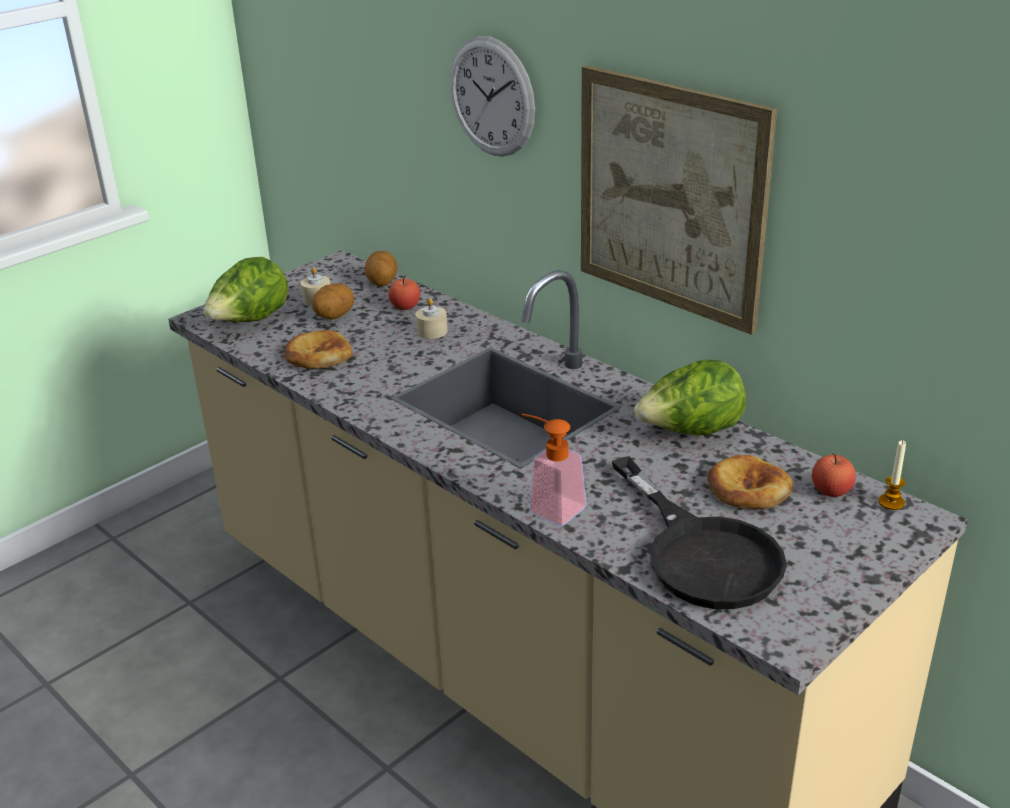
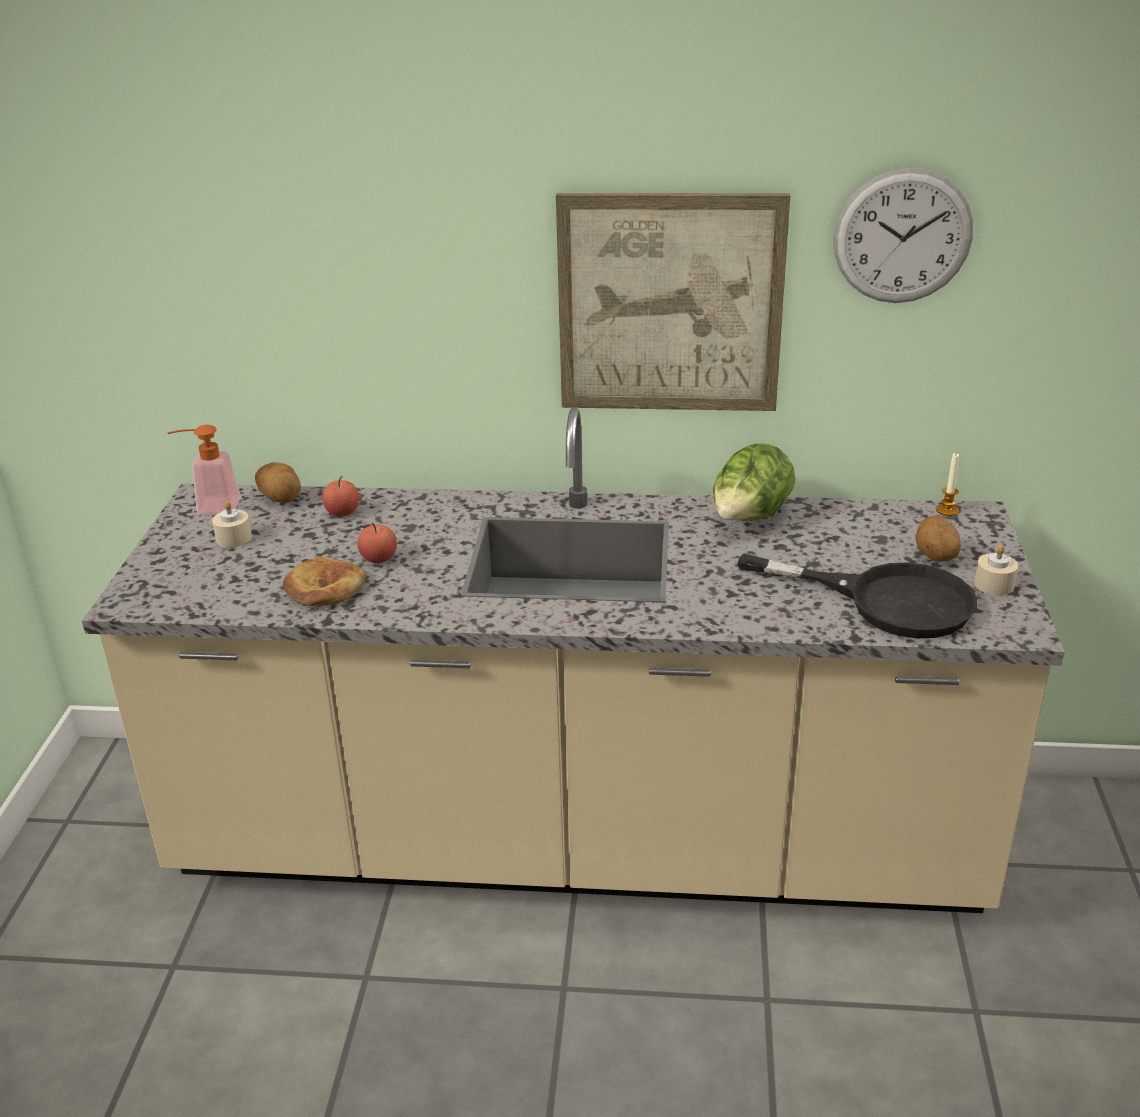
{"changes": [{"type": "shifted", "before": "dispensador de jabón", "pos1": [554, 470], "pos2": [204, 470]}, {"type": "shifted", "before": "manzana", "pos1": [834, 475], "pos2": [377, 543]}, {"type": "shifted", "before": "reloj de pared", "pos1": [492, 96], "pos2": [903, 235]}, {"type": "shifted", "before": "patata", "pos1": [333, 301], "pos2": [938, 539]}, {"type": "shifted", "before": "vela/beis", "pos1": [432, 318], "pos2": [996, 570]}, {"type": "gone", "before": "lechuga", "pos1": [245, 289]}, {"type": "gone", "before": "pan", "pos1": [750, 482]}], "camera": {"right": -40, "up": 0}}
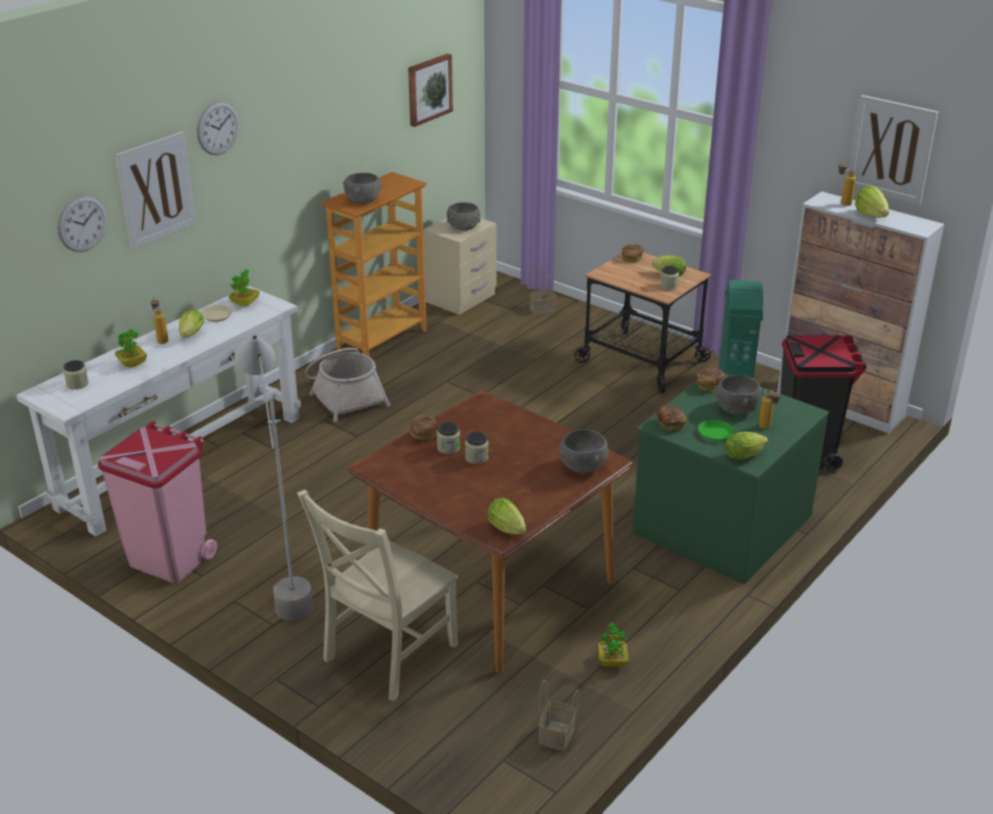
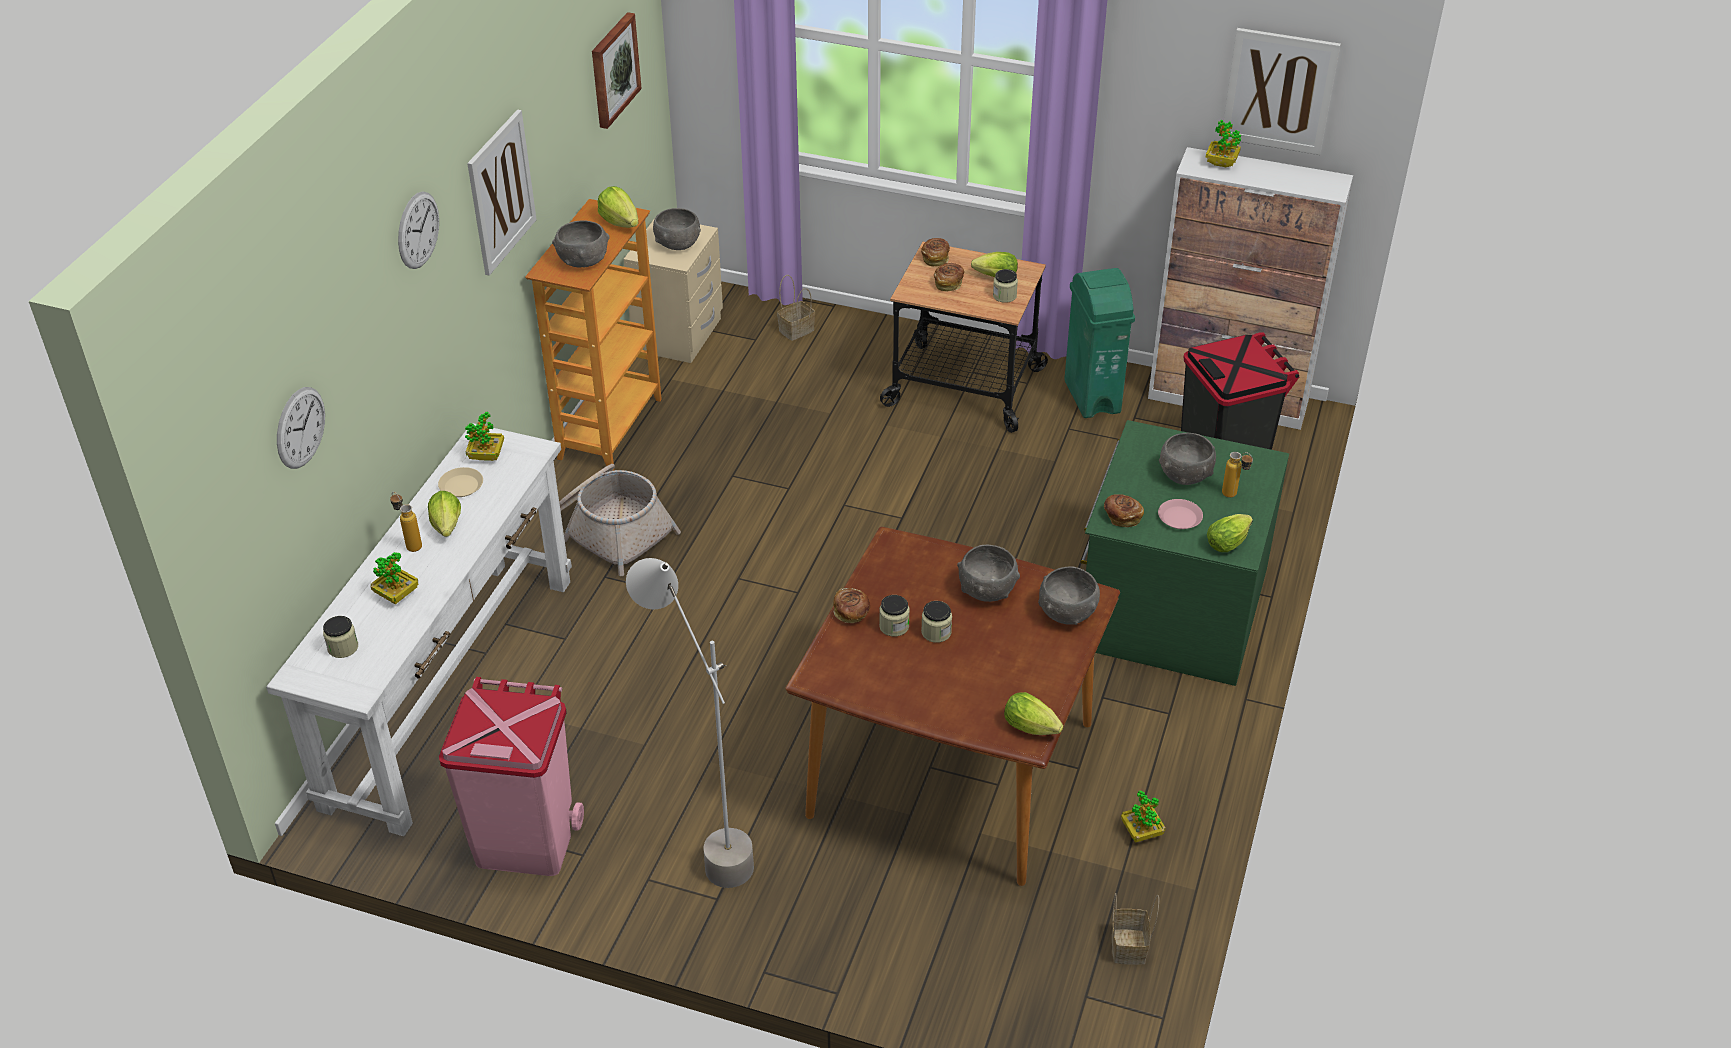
{"changes": [{"type": "shifted", "before": "cuadro", "pos1": [156, 190], "pos2": [502, 192]}, {"type": "shifted", "before": "lechuga", "pos1": [872, 202], "pos2": [618, 207]}, {"type": "shifted", "before": "pan", "pos1": [711, 379], "pos2": [949, 277]}, {"type": "new", "after": "cuenco/gris", "pos2": [988, 573]}, {"type": "repainted", "before": "plato/verde", "after": "plato/rosa", "pos1": [716, 430], "pos2": [1180, 514]}, {"type": "swapped", "before": "botella", "after": "planta en maceta", "pos1": [847, 183], "pos2": [1223, 144]}, {"type": "gone", "before": "silla/beis", "pos1": [377, 595]}], "camera": {"right": -20, "up": 10}}
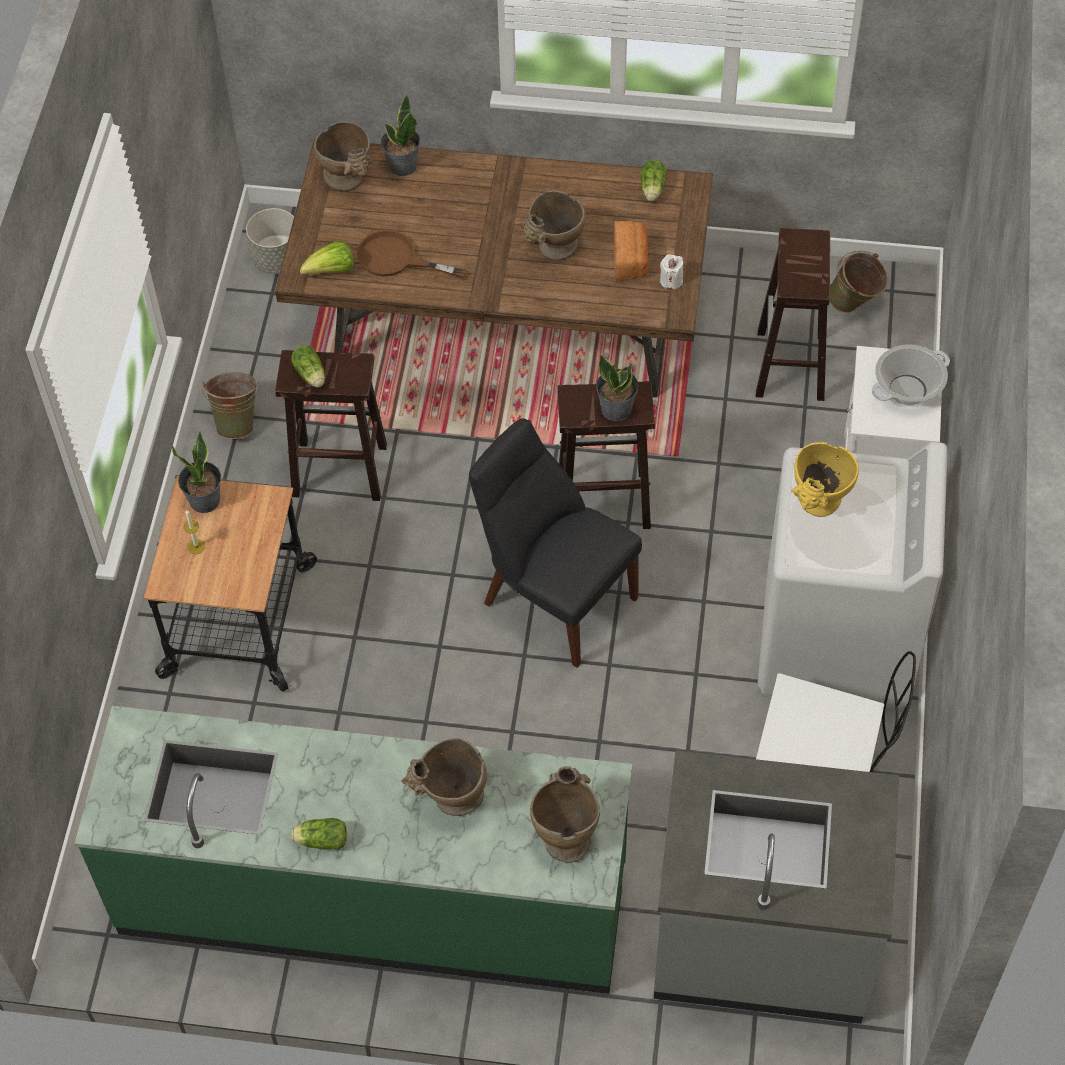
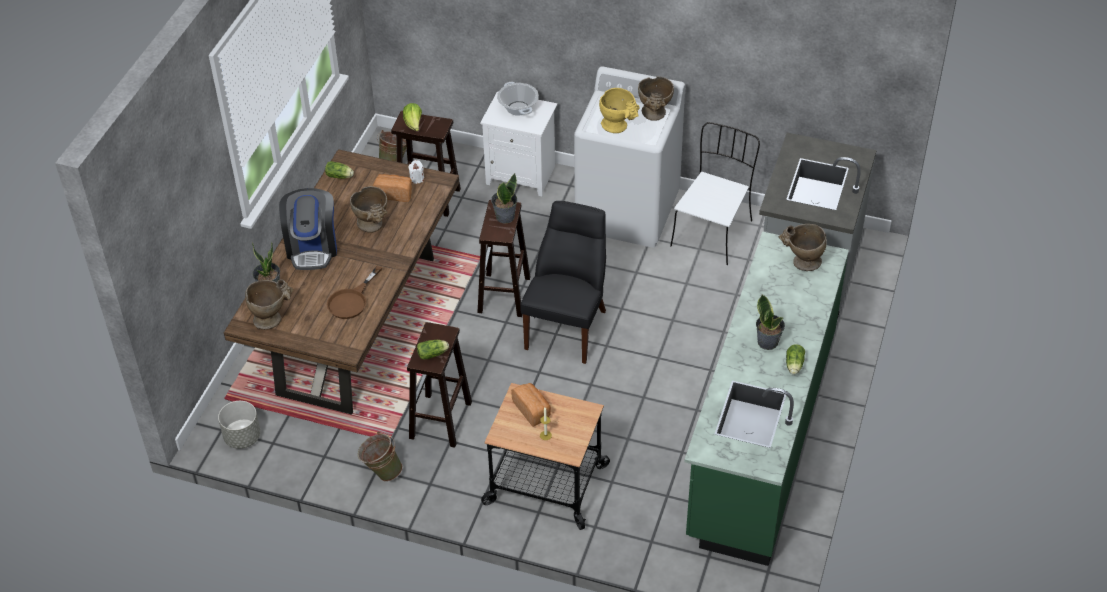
{"changes": [{"type": "new", "after": "cafetera", "pos2": [308, 229]}, {"type": "shifted", "before": "lechuga", "pos1": [327, 258], "pos2": [412, 117]}, {"type": "new", "after": "pan", "pos2": [531, 405]}, {"type": "rotated", "before": "silla/negro", "pos1": [555, 543], "pos2": [563, 282], "turn": 150}, {"type": "shifted", "before": "florero/beis", "pos1": [444, 777], "pos2": [656, 98]}, {"type": "shifted", "before": "planta en maceta", "pos1": [196, 472], "pos2": [770, 322]}], "camera": {"right": -80, "up": -10}}
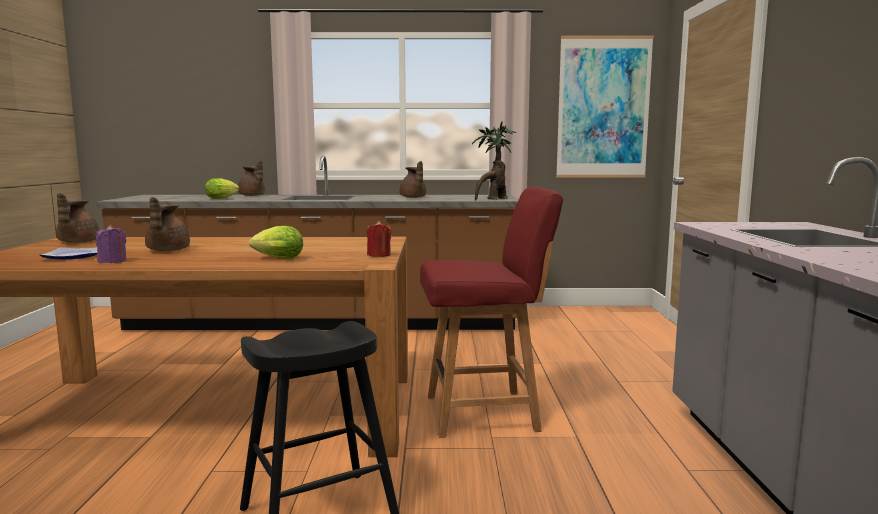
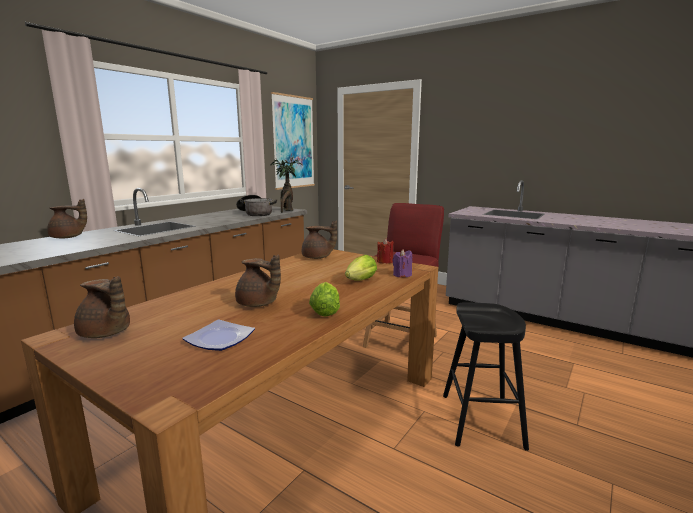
{"changes": [{"type": "new", "after": "olla", "pos2": [256, 205]}, {"type": "shifted", "before": "tetera/marrón", "pos1": [412, 179], "pos2": [319, 239]}, {"type": "shifted", "before": "lechuga", "pos1": [222, 188], "pos2": [324, 299]}, {"type": "shifted", "before": "vela/morado", "pos1": [111, 244], "pos2": [402, 263]}], "camera": {"right": -55, "up": 5}}
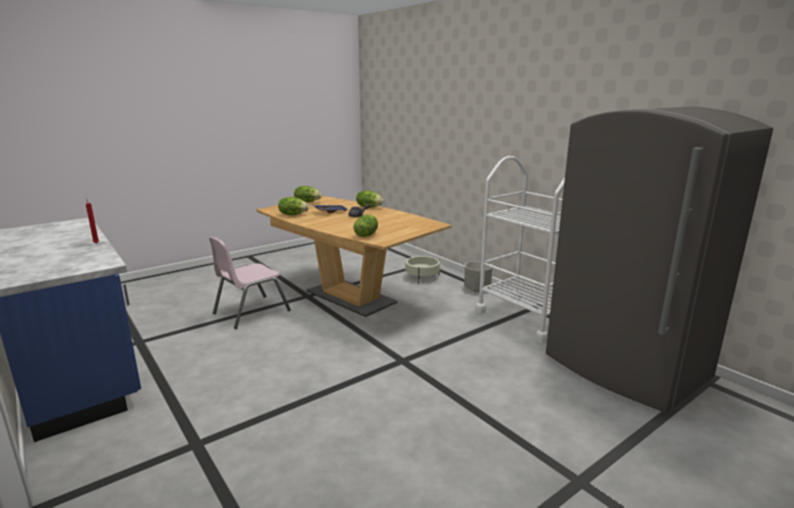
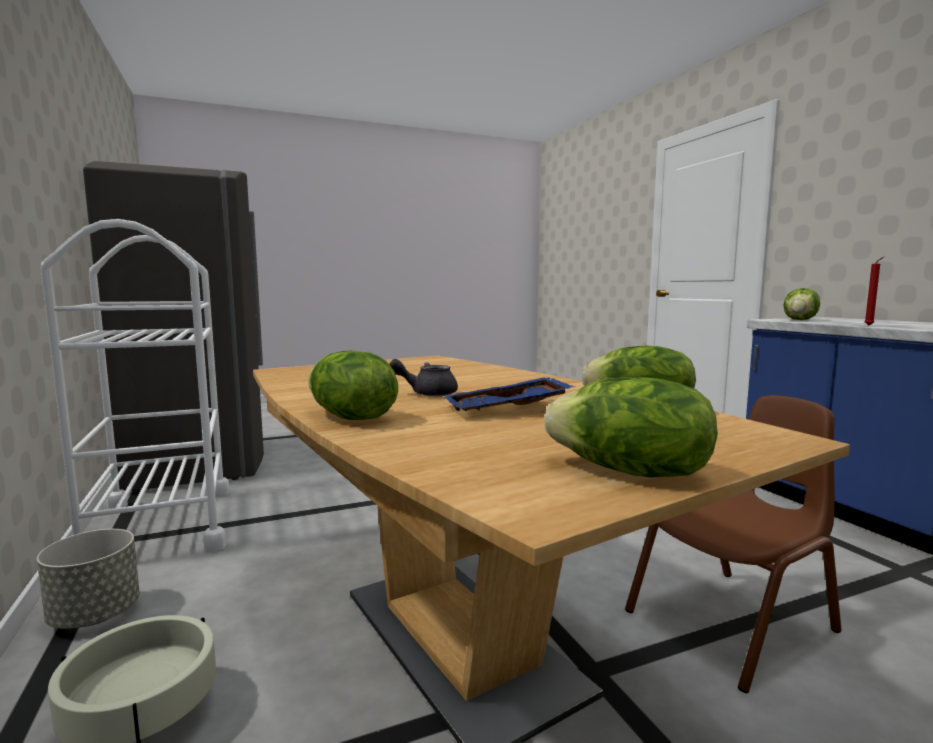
{"changes": [{"type": "repainted", "before": "silla/rosa", "after": "silla/marrón", "pos1": [250, 283], "pos2": [733, 544]}, {"type": "shifted", "before": "lechuga", "pos1": [366, 226], "pos2": [802, 304]}], "camera": {"right": -165, "up": -10}}
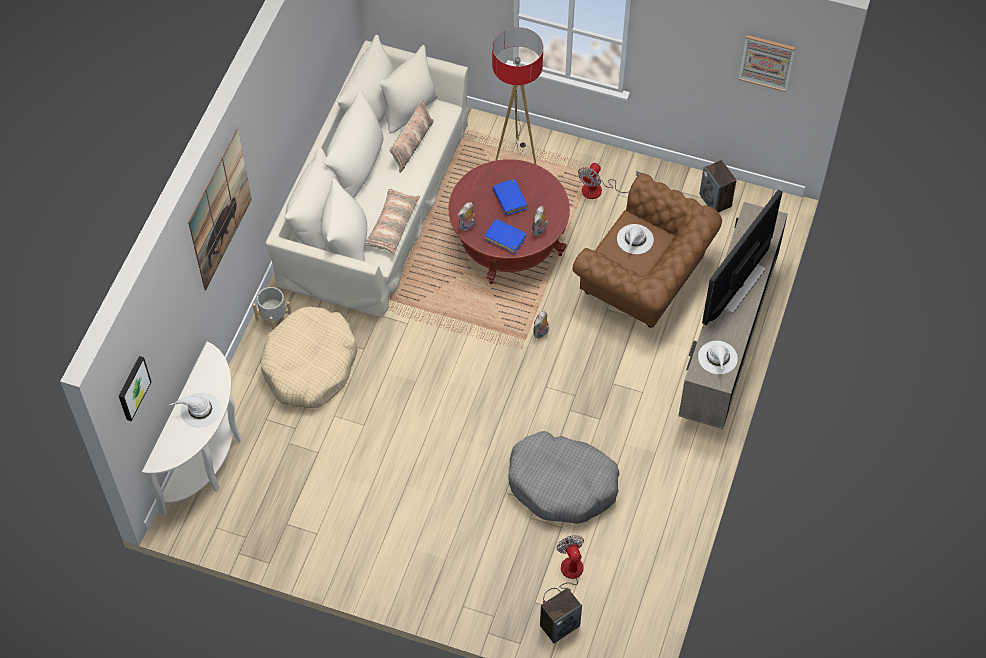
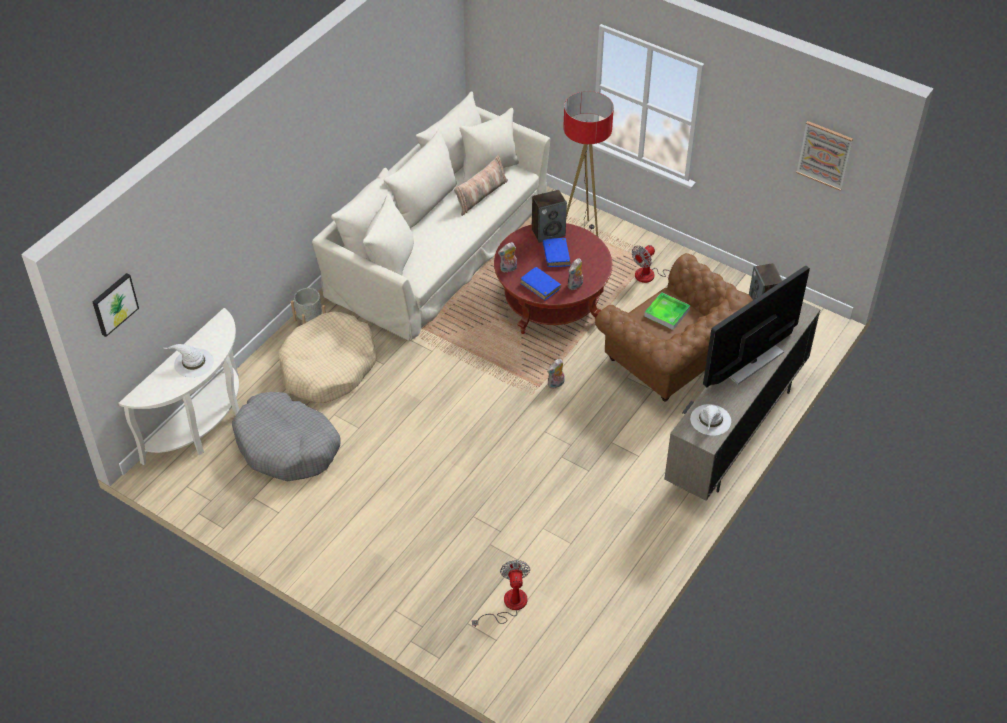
{"changes": [{"type": "shifted", "before": "cama para perro/gris", "pos1": [564, 477], "pos2": [286, 436]}, {"type": "shifted", "before": "altavoz", "pos1": [561, 616], "pos2": [549, 216]}, {"type": "swapped", "before": "sombrero/blanco", "after": "bandeja", "pos1": [635, 239], "pos2": [667, 311]}, {"type": "gone", "before": "cuadro", "pos1": [220, 209]}, {"type": "gone", "before": "cojín", "pos1": [392, 222]}], "camera": {"right": 15, "up": -10}}
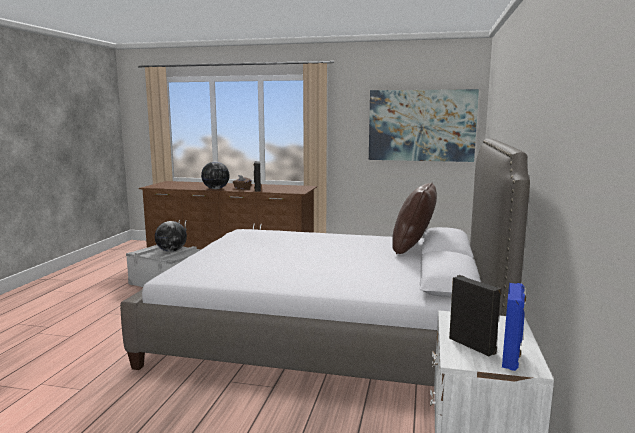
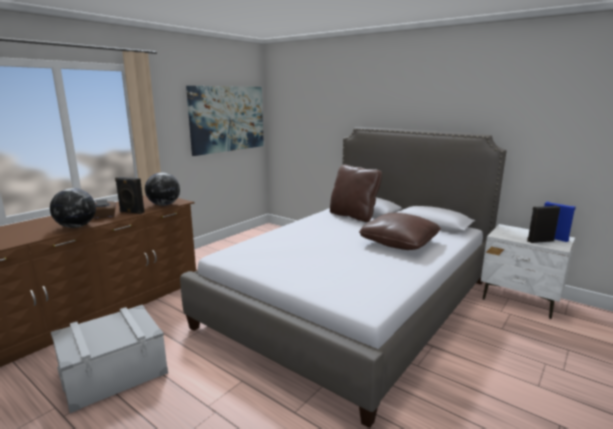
{"changes": [{"type": "shifted", "before": "globo terráqueo", "pos1": [171, 236], "pos2": [162, 189]}, {"type": "new", "after": "cojín/marrón", "pos2": [400, 231]}], "camera": {"right": -65, "up": 5}}
